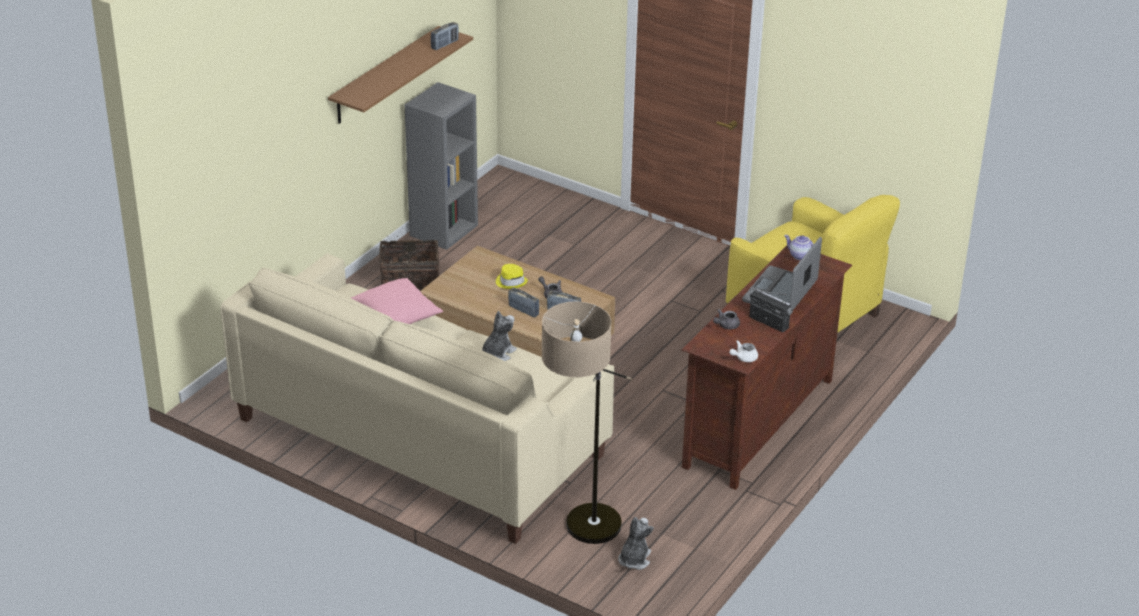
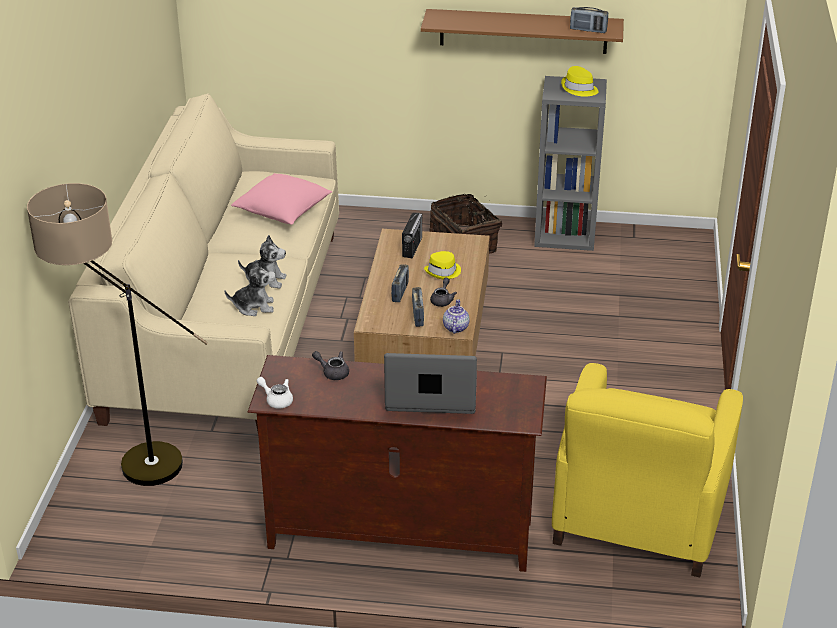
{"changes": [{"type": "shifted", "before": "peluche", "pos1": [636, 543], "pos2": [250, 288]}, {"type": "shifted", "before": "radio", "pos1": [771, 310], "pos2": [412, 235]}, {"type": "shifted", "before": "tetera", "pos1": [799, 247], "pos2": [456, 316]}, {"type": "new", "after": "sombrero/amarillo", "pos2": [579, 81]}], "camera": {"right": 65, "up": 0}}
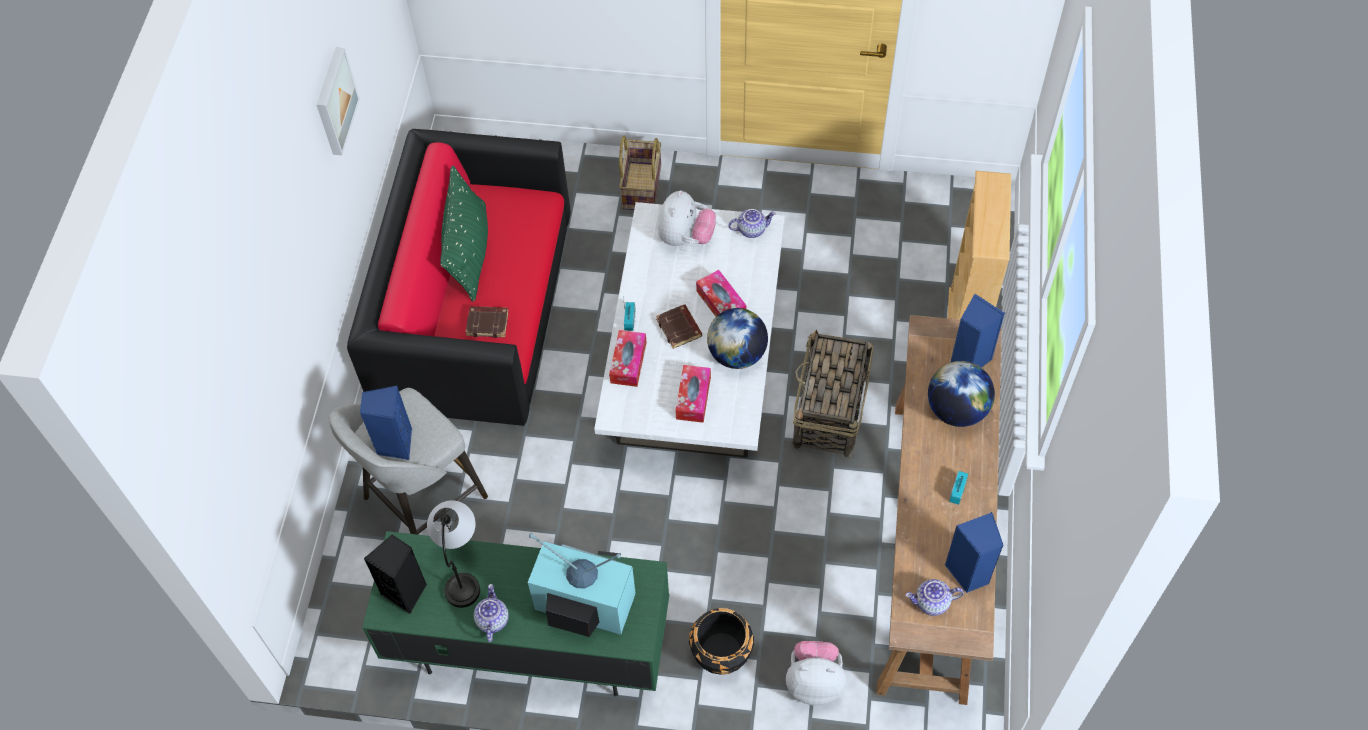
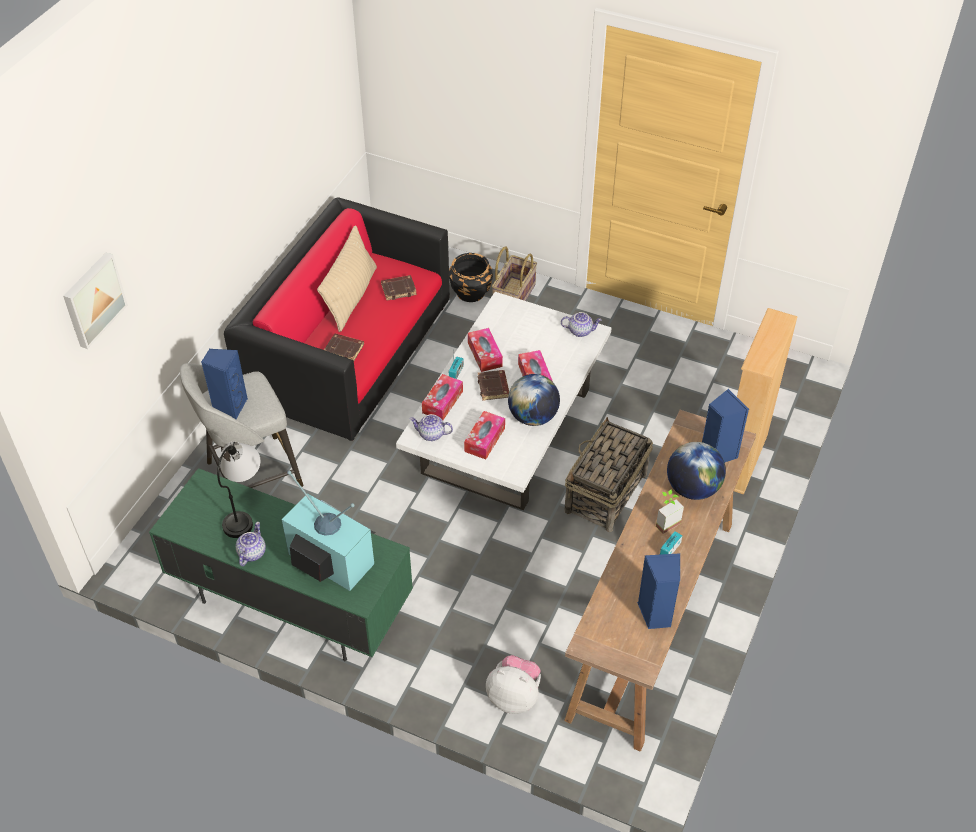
{"changes": [{"type": "shifted", "before": "cuadro", "pos1": [338, 101], "pos2": [95, 301]}, {"type": "repainted", "before": "cojín/verde", "after": "cojín/beis", "pos1": [464, 233], "pos2": [347, 278]}, {"type": "new", "after": "libro/marrón", "pos2": [399, 287]}, {"type": "shifted", "before": "tetera", "pos1": [935, 597], "pos2": [431, 427]}, {"type": "shifted", "before": "maceta/negro", "pos1": [721, 641], "pos2": [471, 277]}, {"type": "new", "after": "caja de pañuelos", "pos2": [485, 350]}, {"type": "new", "after": "planta en maceta", "pos2": [670, 512]}, {"type": "gone", "before": "altavoz/negro", "pos1": [395, 574]}, {"type": "gone", "before": "peluche", "pos1": [687, 218]}], "camera": {"right": 15, "up": -10}}
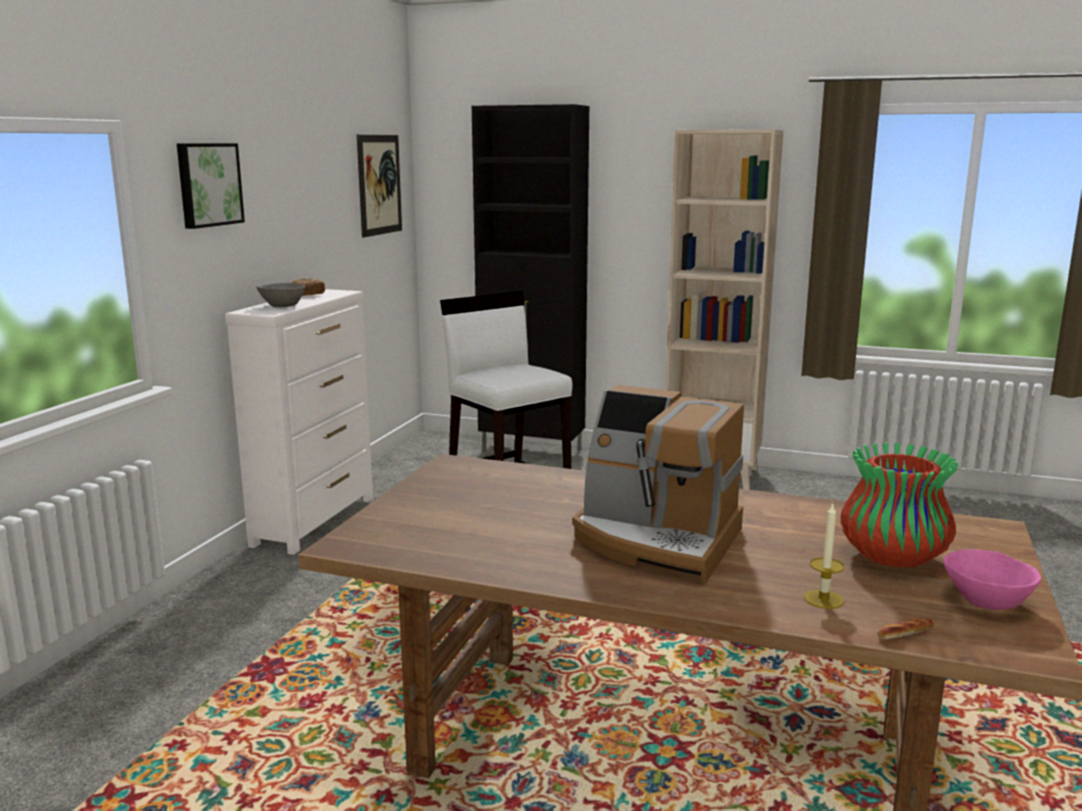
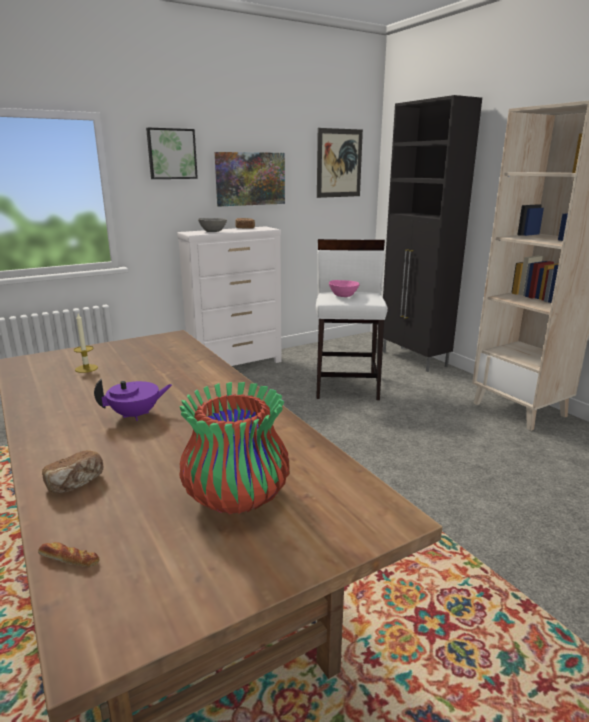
{"changes": [{"type": "new", "after": "pan", "pos2": [72, 472]}, {"type": "shifted", "before": "vela", "pos1": [824, 555], "pos2": [86, 343]}, {"type": "swapped", "before": "cafetera", "after": "tetera/morado", "pos1": [658, 484], "pos2": [133, 400]}, {"type": "new", "after": "cuadro", "pos2": [249, 179]}, {"type": "shifted", "before": "cuenco/rosa", "pos1": [992, 579], "pos2": [344, 288]}], "camera": {"right": 40, "up": 5}}
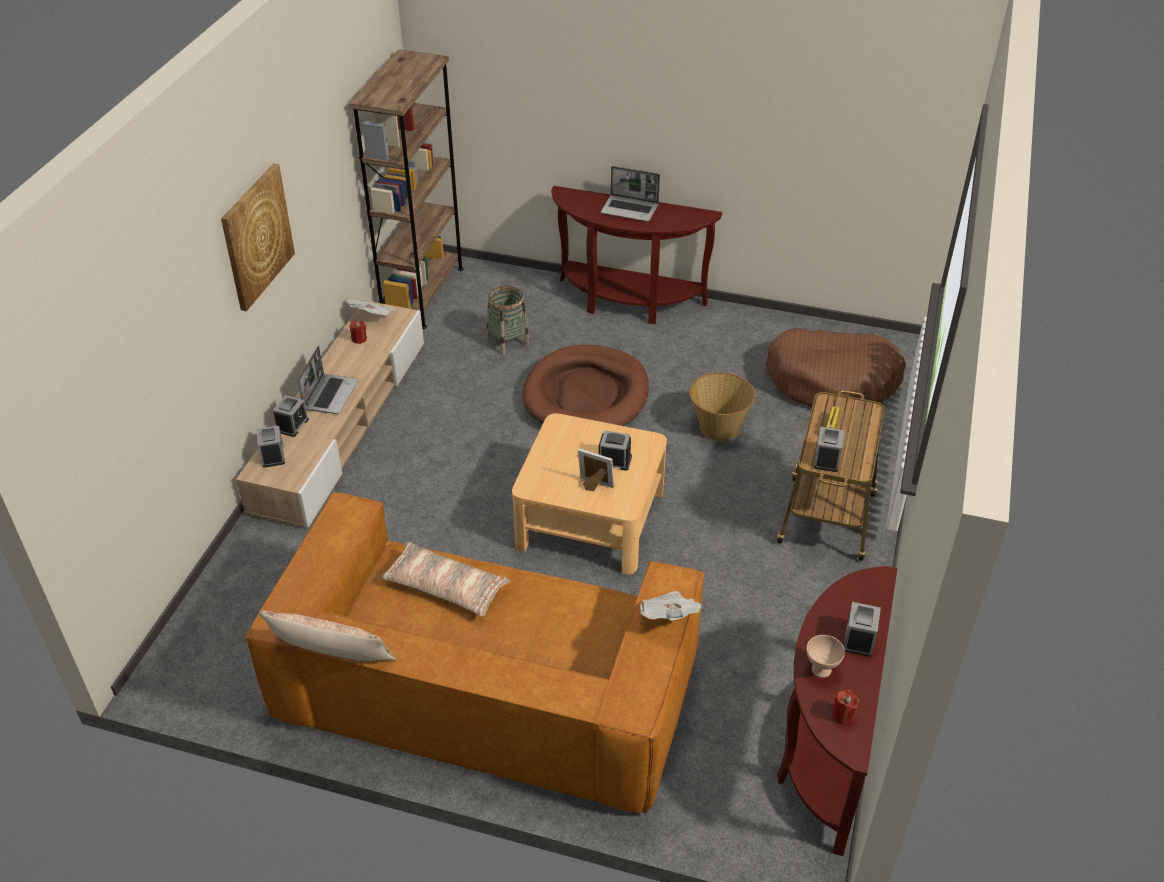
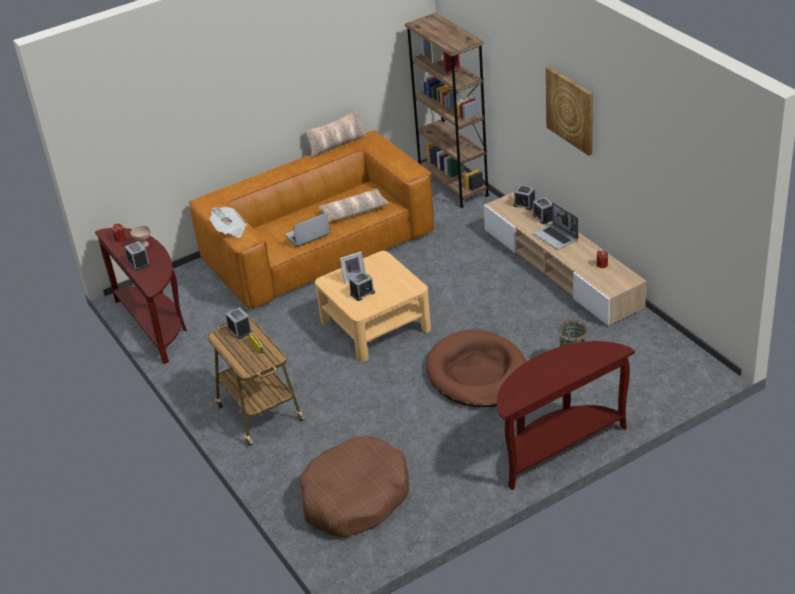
{"changes": [{"type": "shifted", "before": "portátil", "pos1": [630, 194], "pos2": [307, 230]}, {"type": "shifted", "before": "estantería/marrón", "pos1": [406, 189], "pos2": [447, 110]}, {"type": "gone", "before": "periódico", "pos1": [370, 307]}, {"type": "gone", "before": "cesta", "pos1": [722, 406]}], "camera": {"right": 135, "up": -5}}
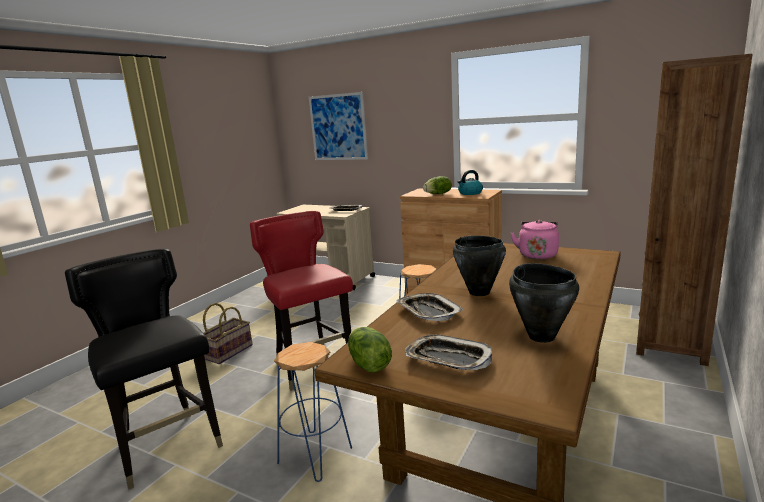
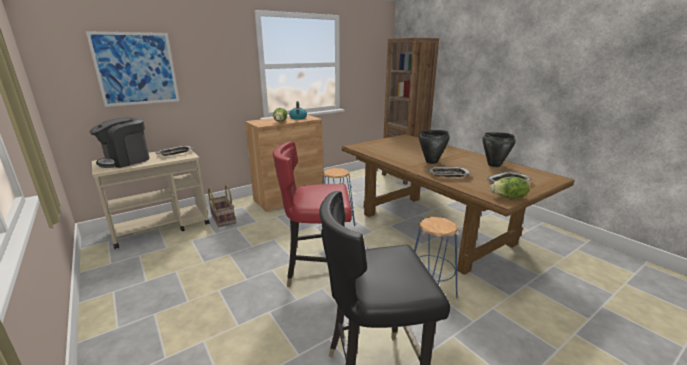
{"changes": [{"type": "new", "after": "cafetera", "pos2": [119, 143]}, {"type": "shifted", "before": "cesta", "pos1": [228, 333], "pos2": [222, 205]}, {"type": "gone", "before": "hervidor/rosa", "pos1": [535, 239]}], "camera": {"right": -65, "up": 5}}
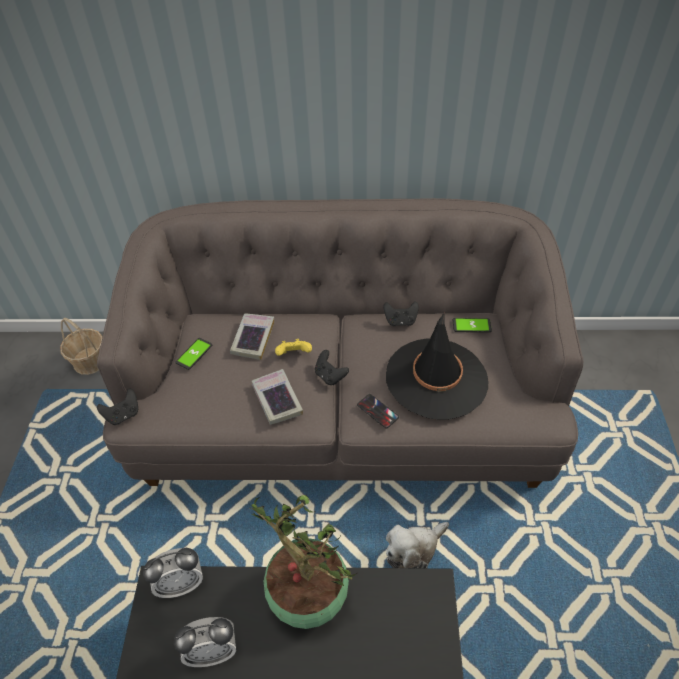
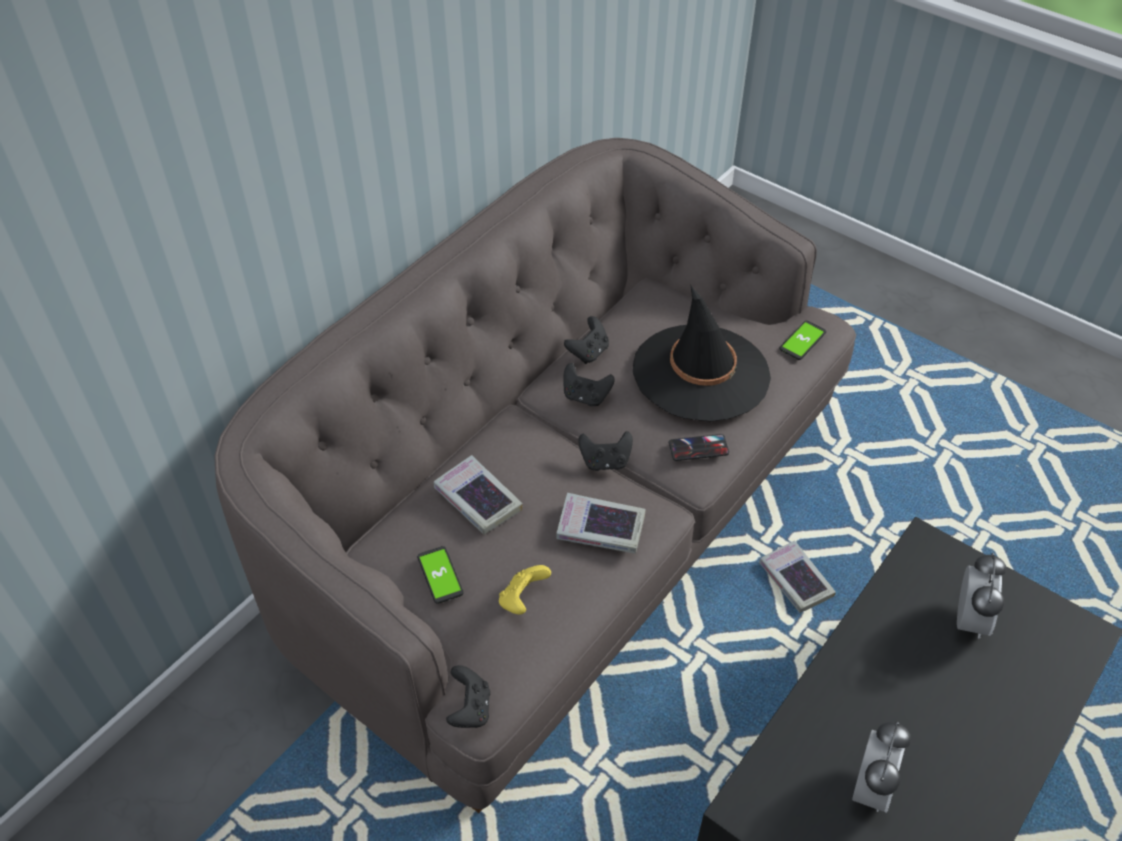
{"changes": [{"type": "shifted", "before": "mando de consola/amarillo", "pos1": [293, 347], "pos2": [525, 589]}, {"type": "new", "after": "mando de consola/negro", "pos2": [589, 384]}, {"type": "swapped", "before": "peluche", "after": "libro", "pos1": [417, 545], "pos2": [797, 576]}, {"type": "shifted", "before": "móvil", "pos1": [472, 325], "pos2": [802, 340]}, {"type": "shifted", "before": "despertador", "pos1": [173, 573], "pos2": [981, 596]}, {"type": "gone", "before": "cesta", "pos1": [81, 346]}, {"type": "gone", "before": "planta en maceta", "pos1": [303, 562]}], "camera": {"right": -55, "up": 0}}
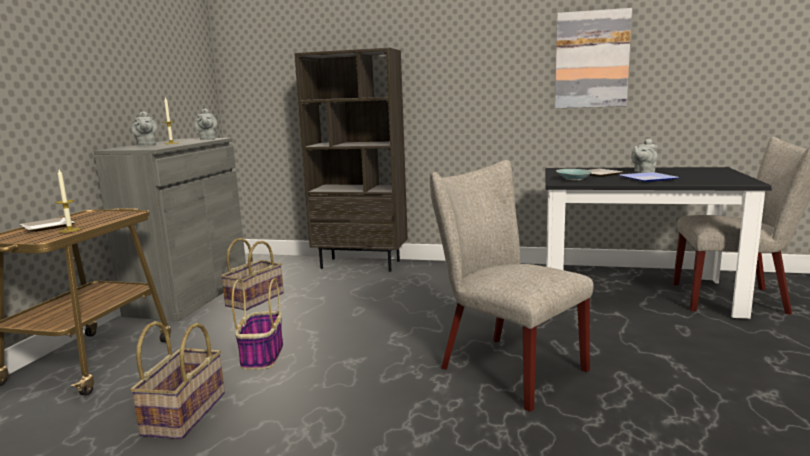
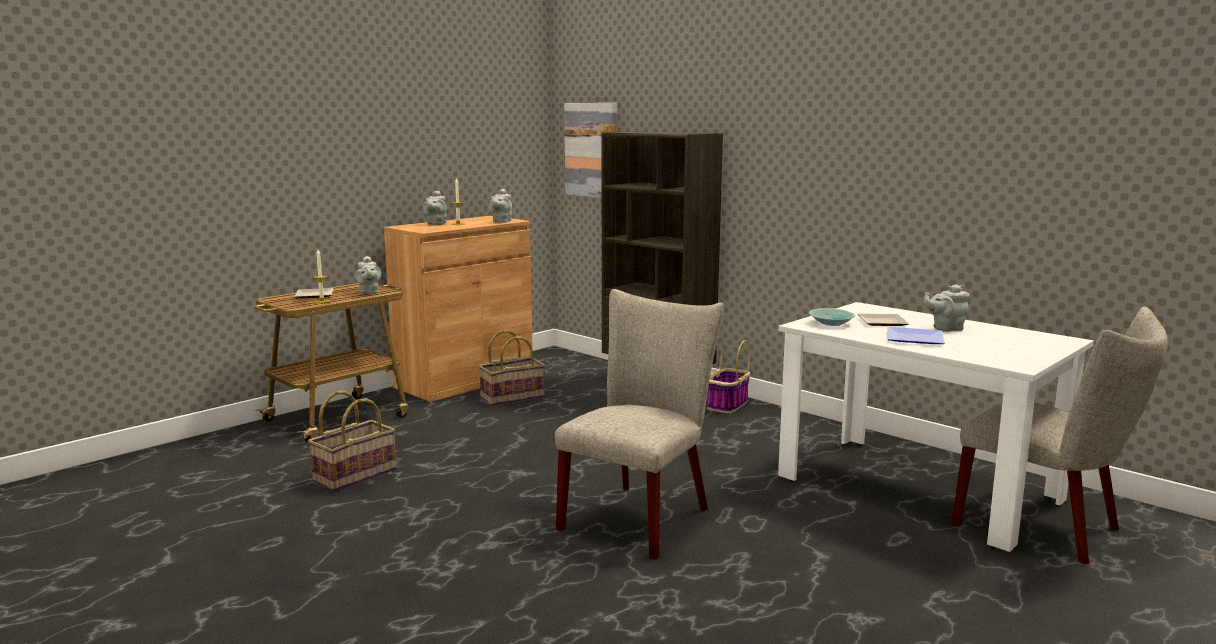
{"changes": [{"type": "new", "after": "tetera/gris", "pos2": [368, 275]}, {"type": "repainted", "before": "armario/gris", "after": "armario/marrón", "pos1": [170, 229], "pos2": [458, 309]}, {"type": "rotated", "before": "silla/beis", "pos1": [512, 286], "pos2": [639, 424], "turn": 45}, {"type": "shifted", "before": "cuadro", "pos1": [593, 58], "pos2": [590, 150]}, {"type": "shifted", "before": "cesta", "pos1": [257, 324], "pos2": [728, 375]}, {"type": "repainted", "before": "mesa de comedor/negro", "after": "mesa de comedor/blanco", "pos1": [658, 243], "pos2": [936, 427]}], "camera": {"right": 30, "up": 0}}
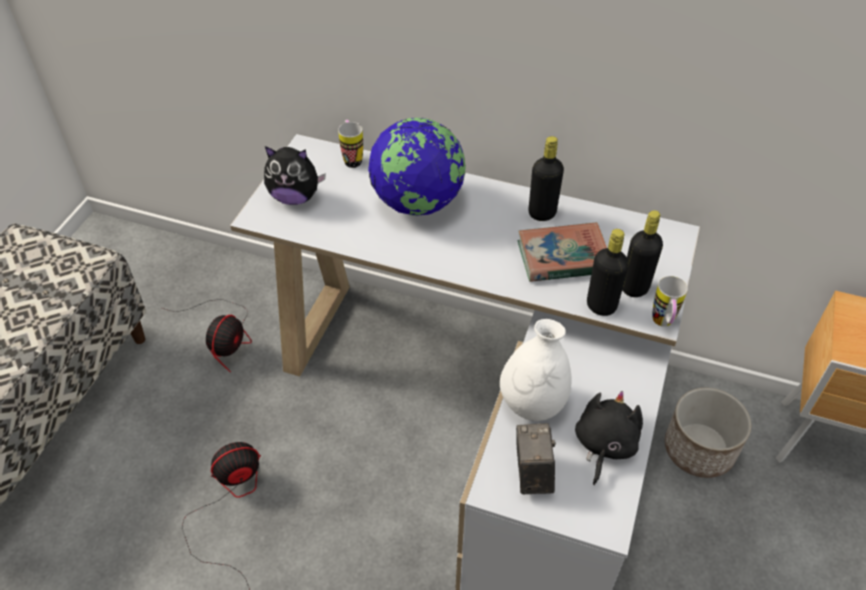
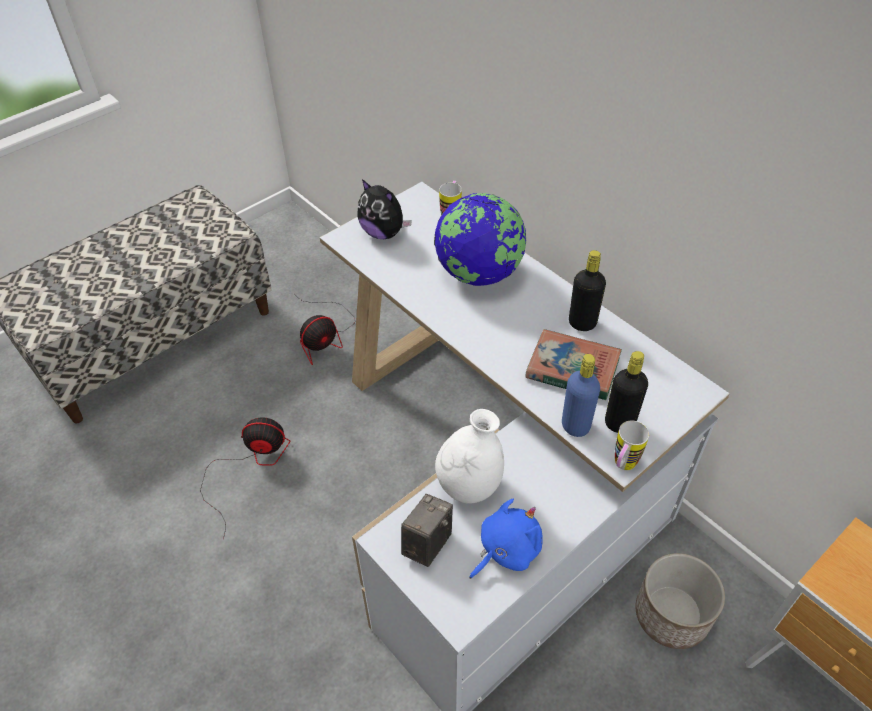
{"changes": [{"type": "repainted", "before": "peluche/negro", "after": "peluche/azul", "pos1": [609, 438], "pos2": [506, 539]}, {"type": "repainted", "before": "botella/negro", "after": "botella/azul", "pos1": [608, 272], "pos2": [581, 395]}], "camera": {"right": 30, "up": 0}}
